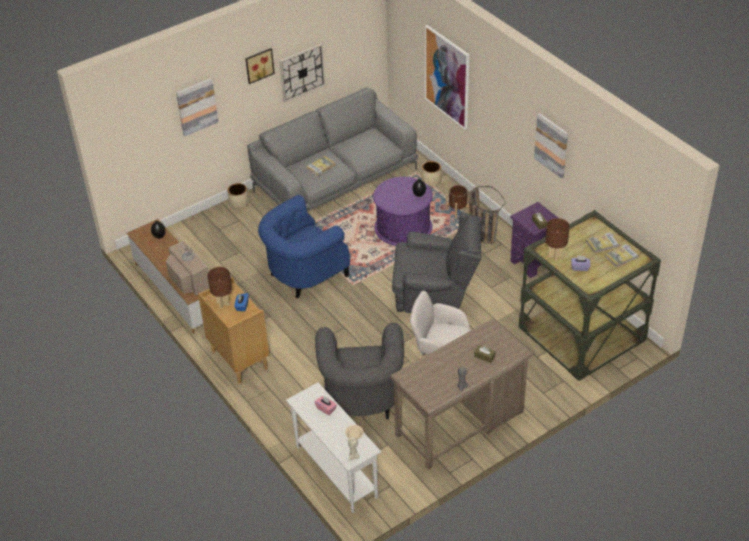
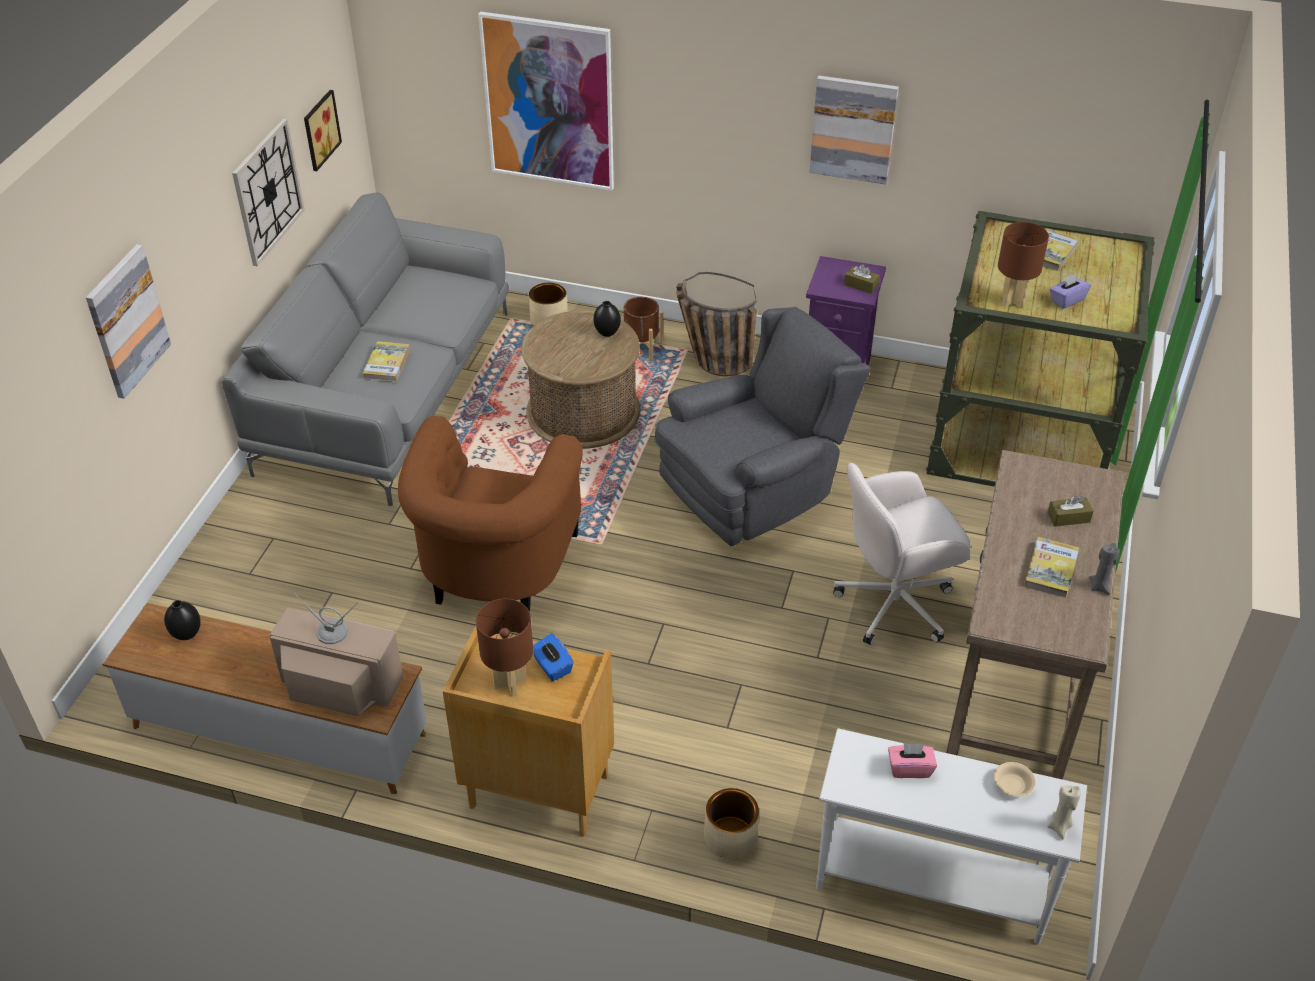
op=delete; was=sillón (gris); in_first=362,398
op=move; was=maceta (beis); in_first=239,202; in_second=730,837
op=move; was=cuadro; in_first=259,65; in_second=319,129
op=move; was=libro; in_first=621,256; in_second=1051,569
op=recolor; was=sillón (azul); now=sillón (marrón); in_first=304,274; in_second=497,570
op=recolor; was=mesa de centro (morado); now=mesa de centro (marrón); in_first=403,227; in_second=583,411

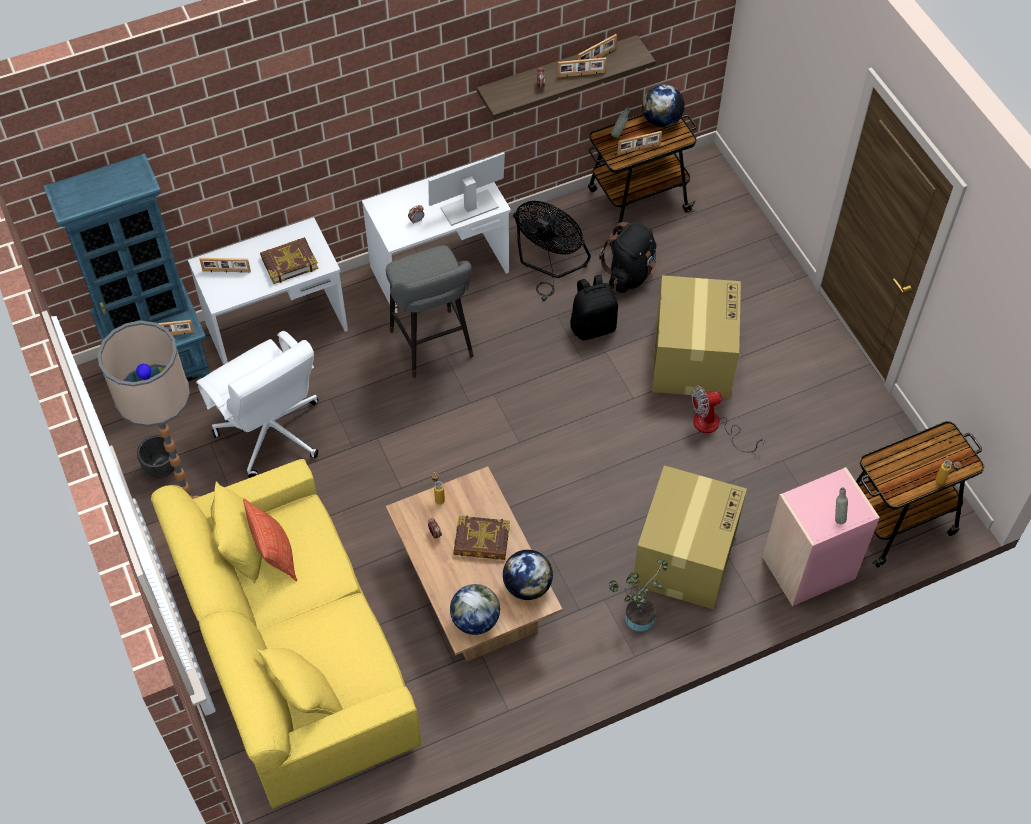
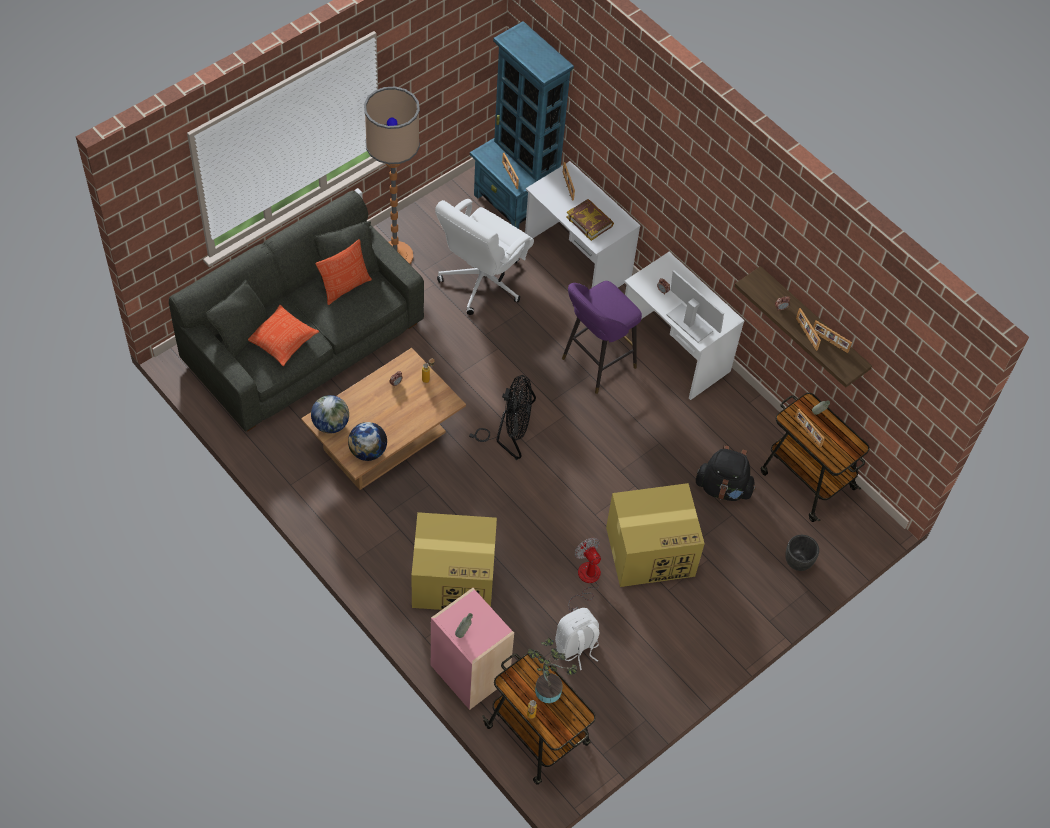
op=delete; was=libro; in_first=481,541
op=delete; was=mochila (negro); in_first=593,326
op=delete; was=globo terráqueo; in_first=661,121
op=insert; now=cojín (naranja); in_second=282,340
op=insert; now=mochila (blanco); in_second=576,647
op=move; was=maceta (negro); in_first=162,469; in_second=798,562
op=move; was=ventilador (negro); in_first=547,264; in_second=509,431
op=move; was=planta en maceta; in_first=635,617; in_second=547,687
op=recolor; was=sofá (amarillo); now=sofá (gris); in_first=296,652; in_second=304,344
op=recolor; was=taburete (gris); now=taburete (morado); in_first=433,347; in_second=595,365

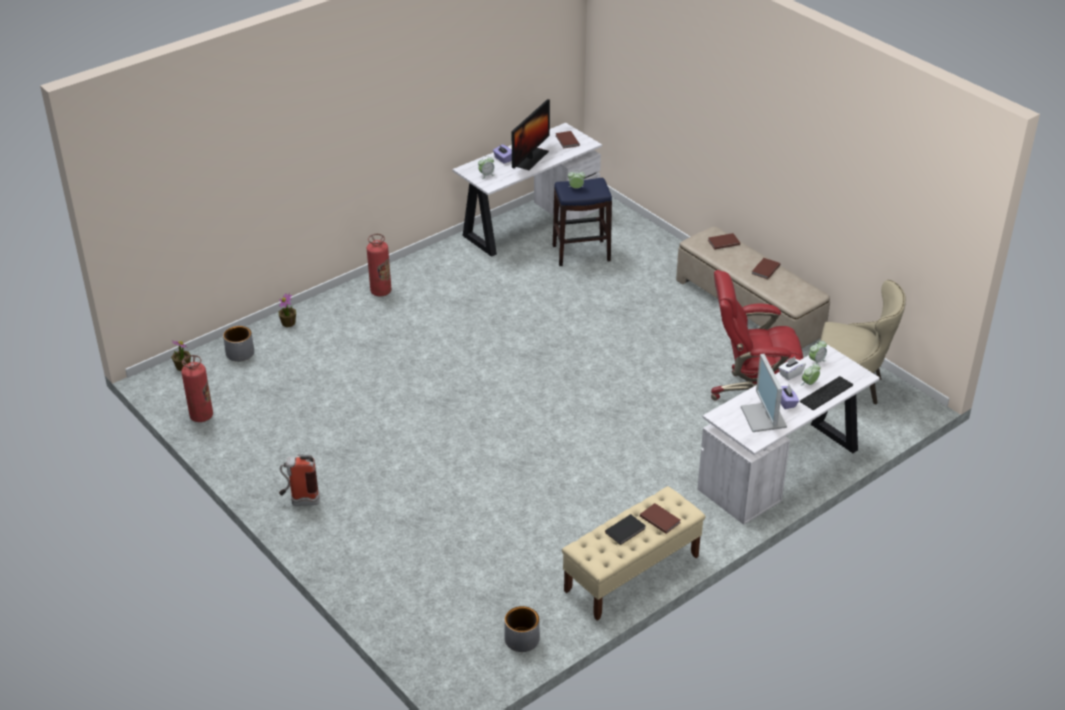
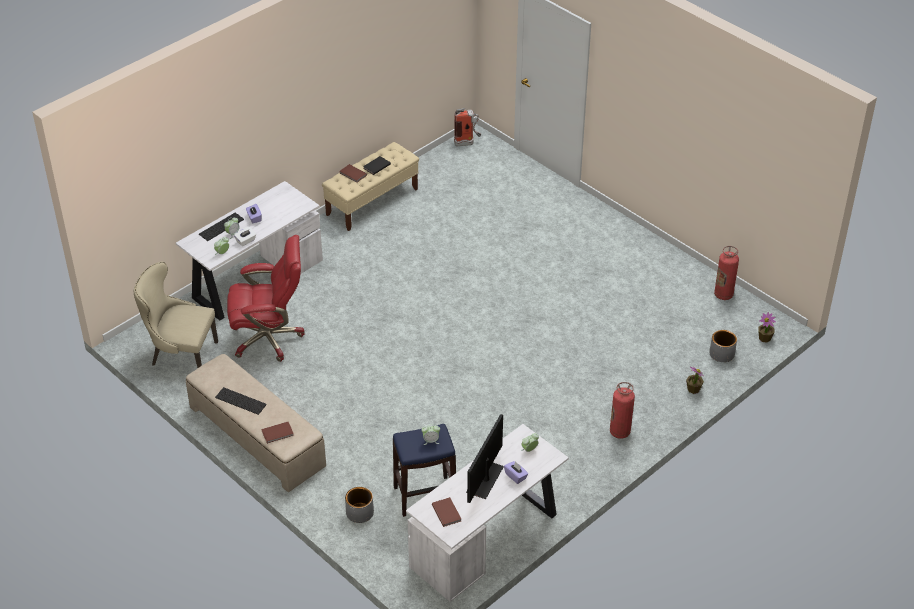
op=delete; was=monitor; in_first=764,417
op=move; was=extintor; in_first=300,502; in_second=467,143
op=move; was=maceta (gris); in_first=522,640; in_second=359,513
op=replace; was=libro (marrón); now=teclado; in_first=764,269; in_second=241,400

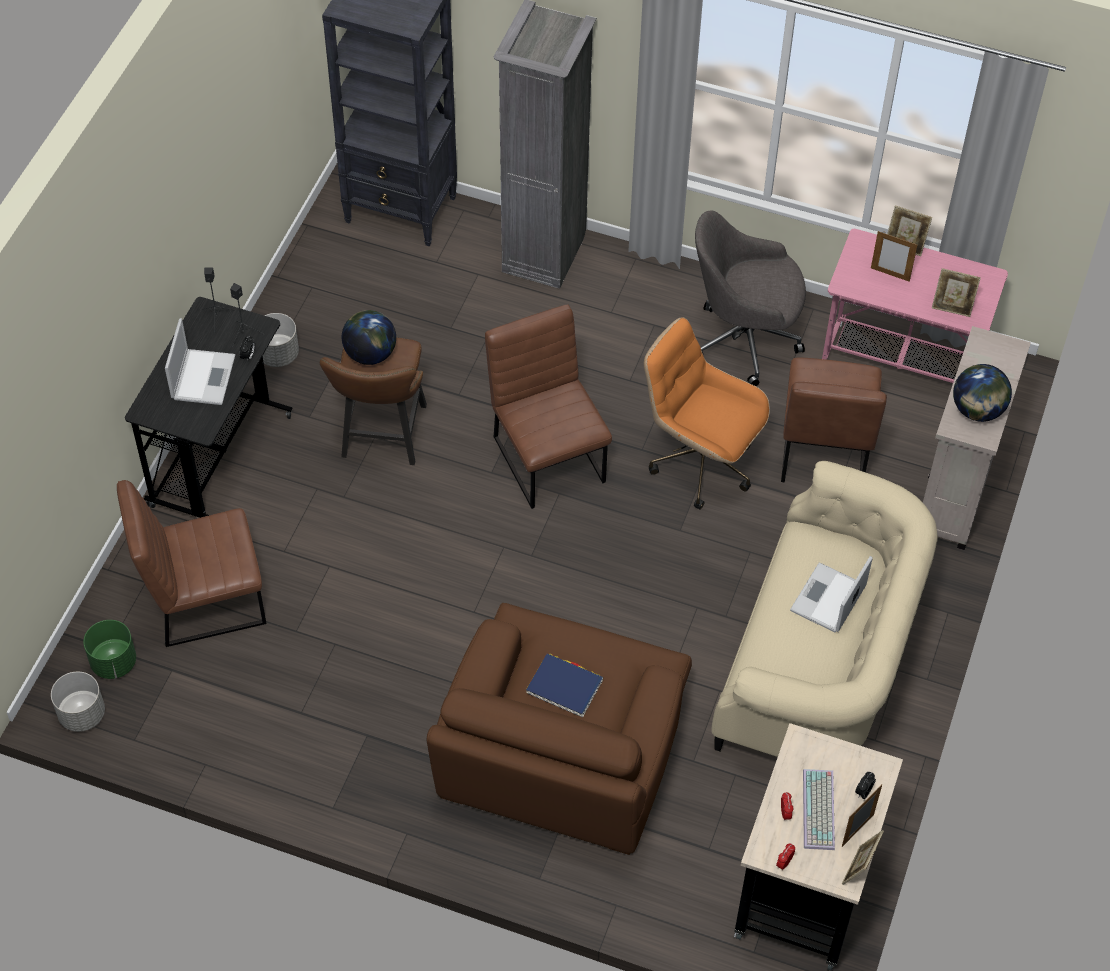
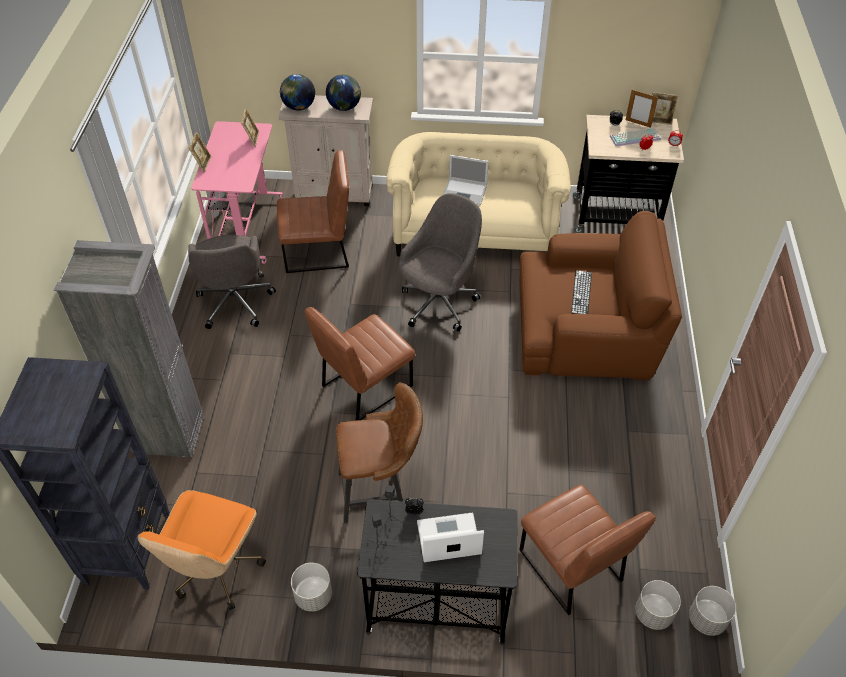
op=delete; was=portarretratos; in_first=890,274
op=insert; now=silla de oficina (gris); in_second=439,303
op=move; was=globo terráqueo; in_first=370,354; in_second=299,107
op=move; was=silla de oficina (naranja); in_first=699,463; in_second=217,573
op=replace; was=libro (azul); now=teclado; in_first=564,687; in_second=581,292
op=recolor; was=maceta (verde); now=maceta (gris); in_first=114,662; in_second=653,613

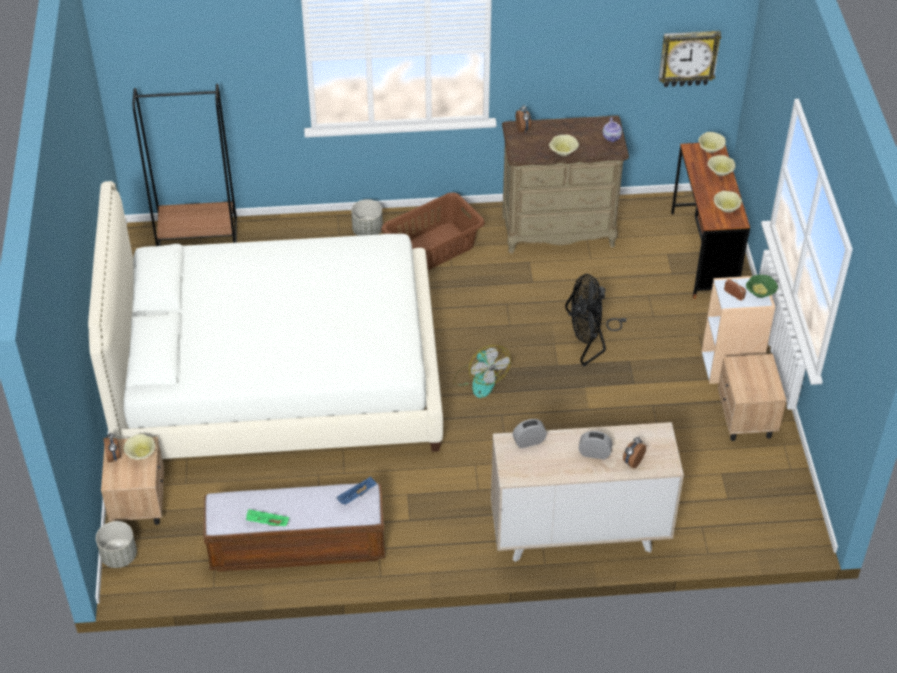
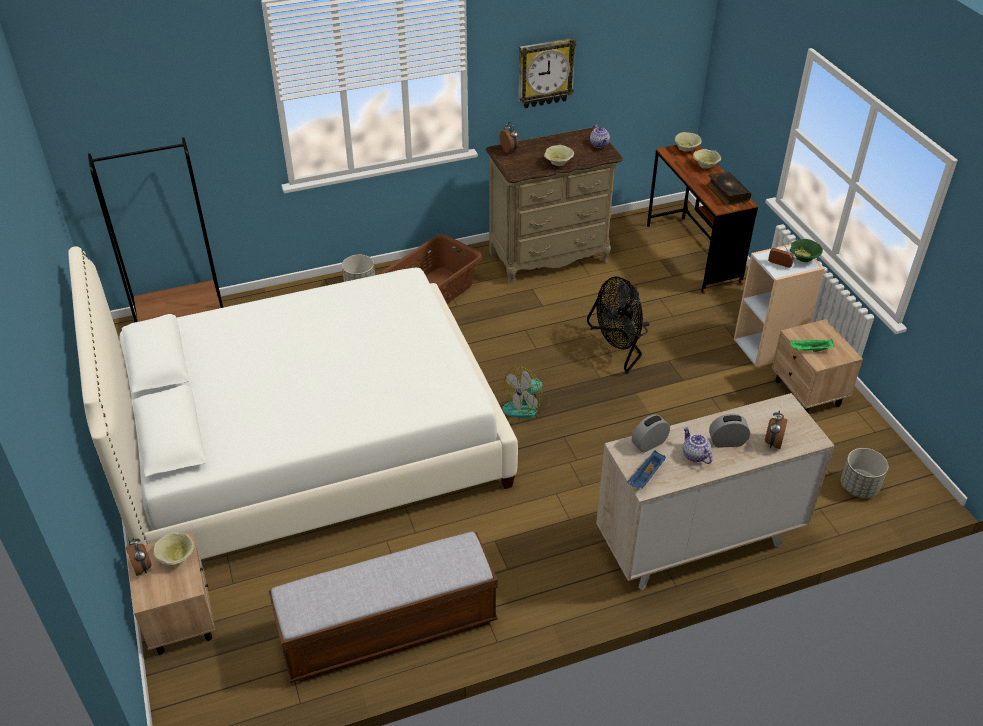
op=insert; now=tetera; in_second=694,455
op=move; was=maceta (gris); in_first=119,556; in_second=858,487
op=move; was=bandeja (verde); in_first=267,523; in_second=810,350
op=move; was=bandeja (azul); in_first=356,496; in_second=646,477
op=move; was=reloj de pared; in_first=688,57; in_second=545,72
op=replace; was=cuenco (beis); now=libro; in_first=726,208; in_second=727,193
op=rotate; was=ventilador; in_first=480,379; in_second=527,406; clockwise=90

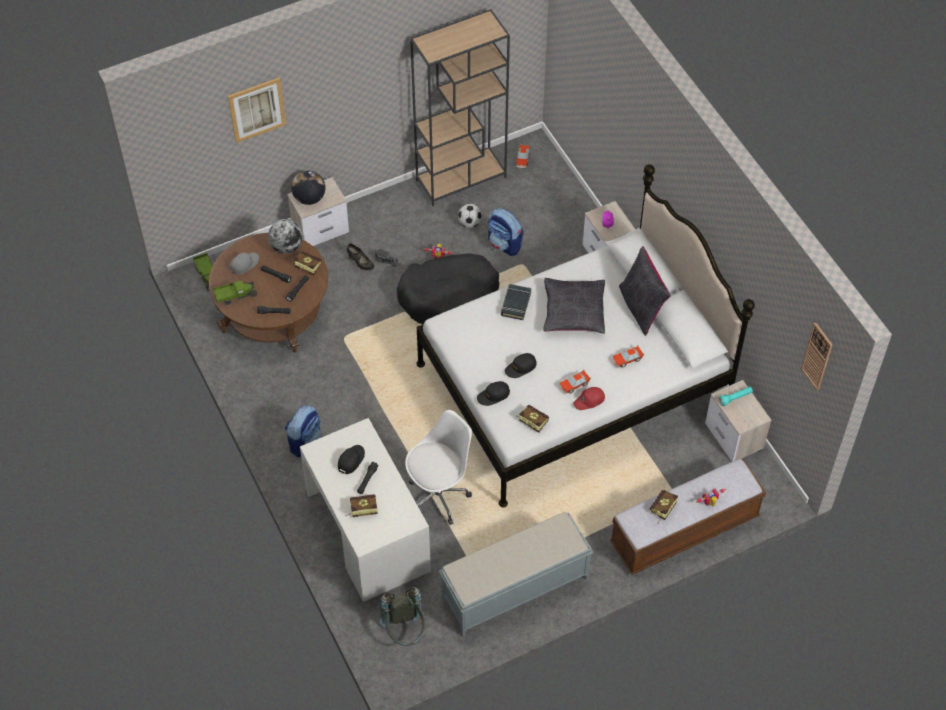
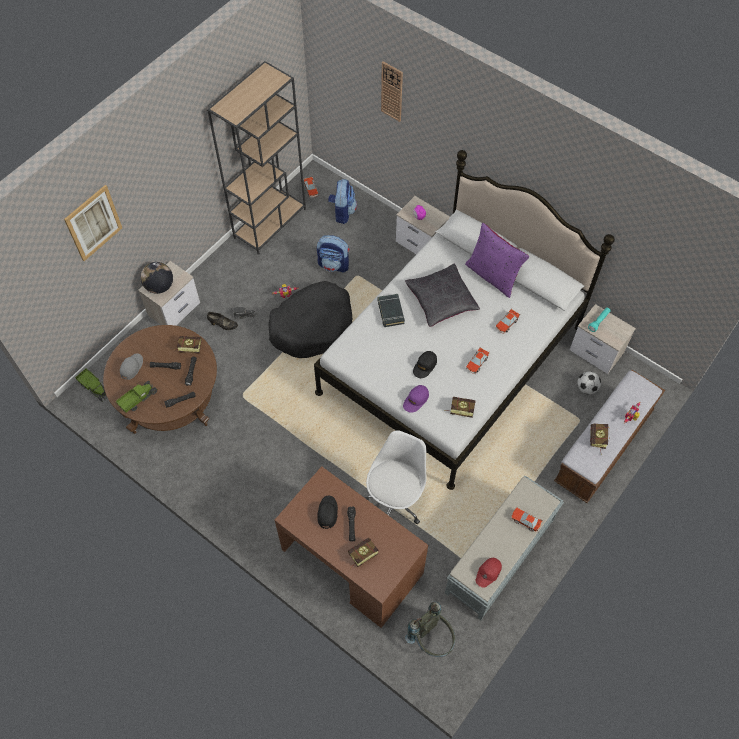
op=delete; was=globo terráqueo; in_first=287,247
op=insert; now=coche de juguete; in_second=525,521
op=move; was=mochila; in_first=305,441; in_second=342,212
op=move; was=balón de fútbol; in_first=470,223; in_second=586,388
op=move; was=gorra (rojo); in_first=589,400; in_second=488,573
op=move; was=reloj de pared; in_first=817,356; in_second=392,91
op=recolor; was=escritorio (blanco); now=escritorio (marrón); in_first=368,532; in_second=352,561
op=recolor; was=gorra (negro); now=gorra (morado); in_first=493,395; in_second=416,400
op=recolor; was=cojín (negro); now=cojín (morado); in_first=641,308; in_second=493,275

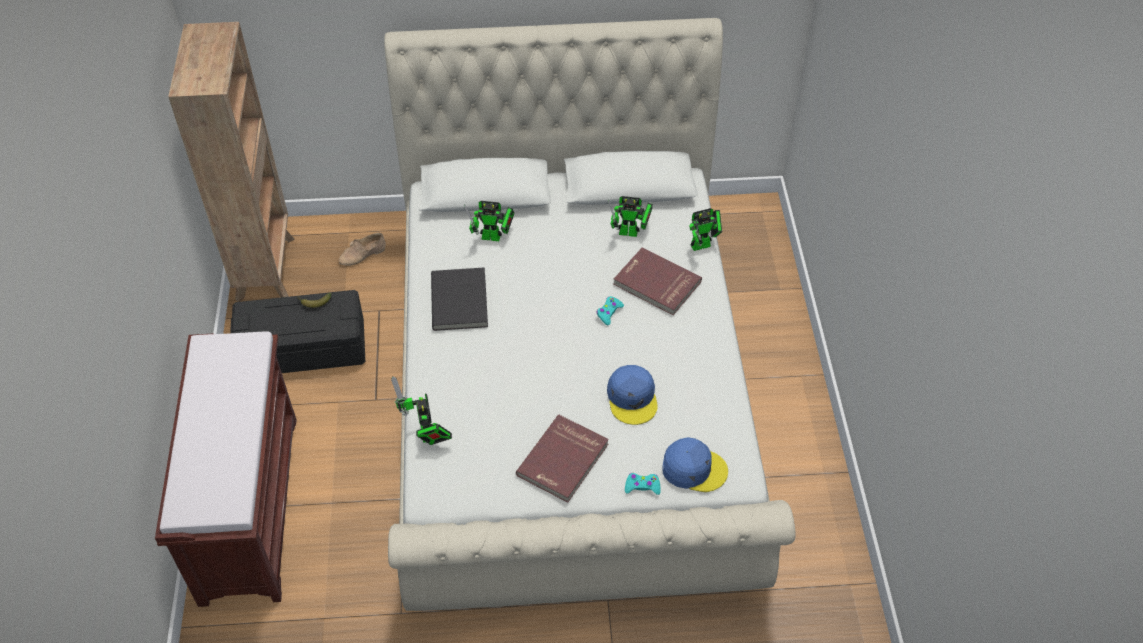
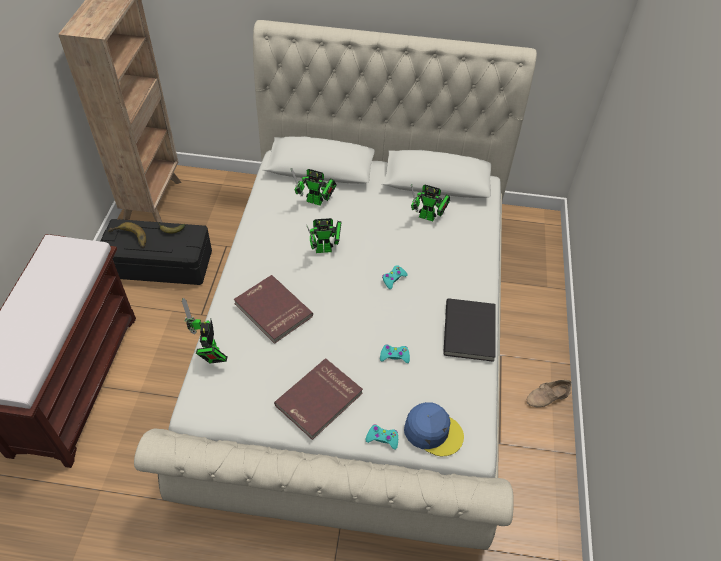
op=insert; now=plátano; in_second=129,239
op=move; was=zapato (beis); in_first=363,255; in_second=548,397
op=move; was=libro (negro); in_first=461,301; in_second=470,331
op=move; was=libro (rojo); in_first=656,284; in_second=272,311
op=move; was=robot de juguete; in_first=703,245; in_second=326,249
op=replace; was=gorra (azul); now=mando de consola (turquesa); in_first=632,398; in_second=394,356

